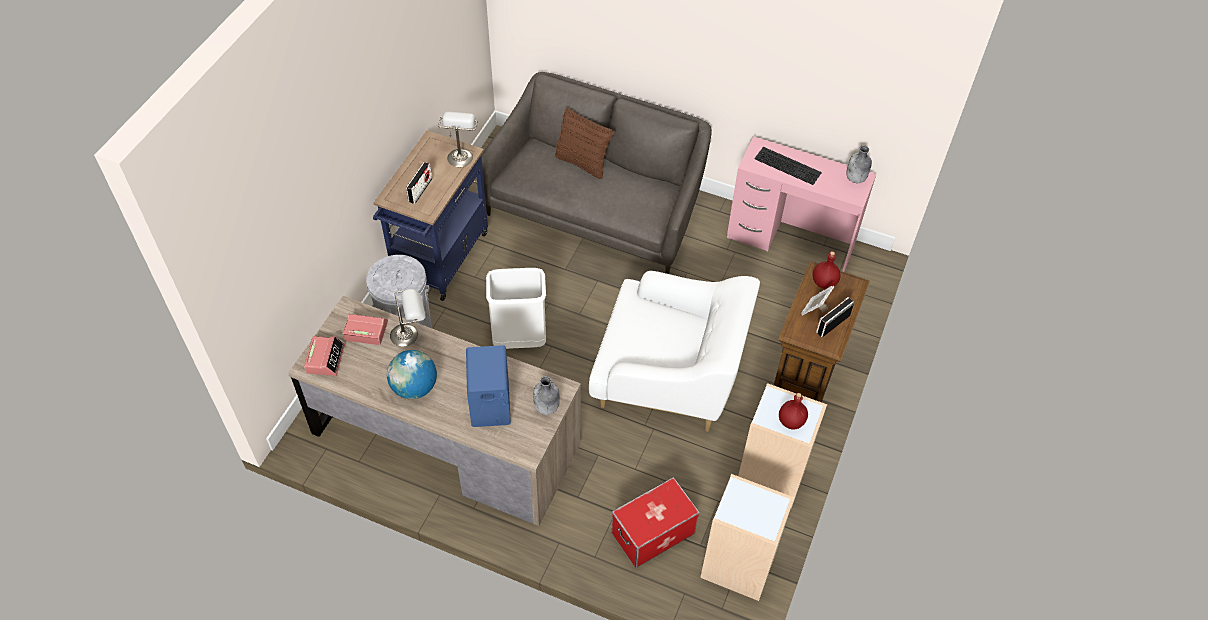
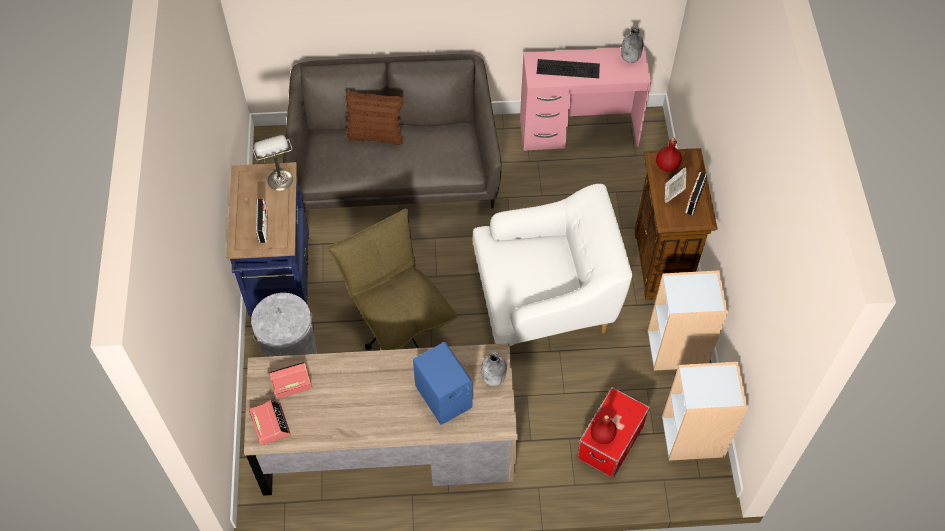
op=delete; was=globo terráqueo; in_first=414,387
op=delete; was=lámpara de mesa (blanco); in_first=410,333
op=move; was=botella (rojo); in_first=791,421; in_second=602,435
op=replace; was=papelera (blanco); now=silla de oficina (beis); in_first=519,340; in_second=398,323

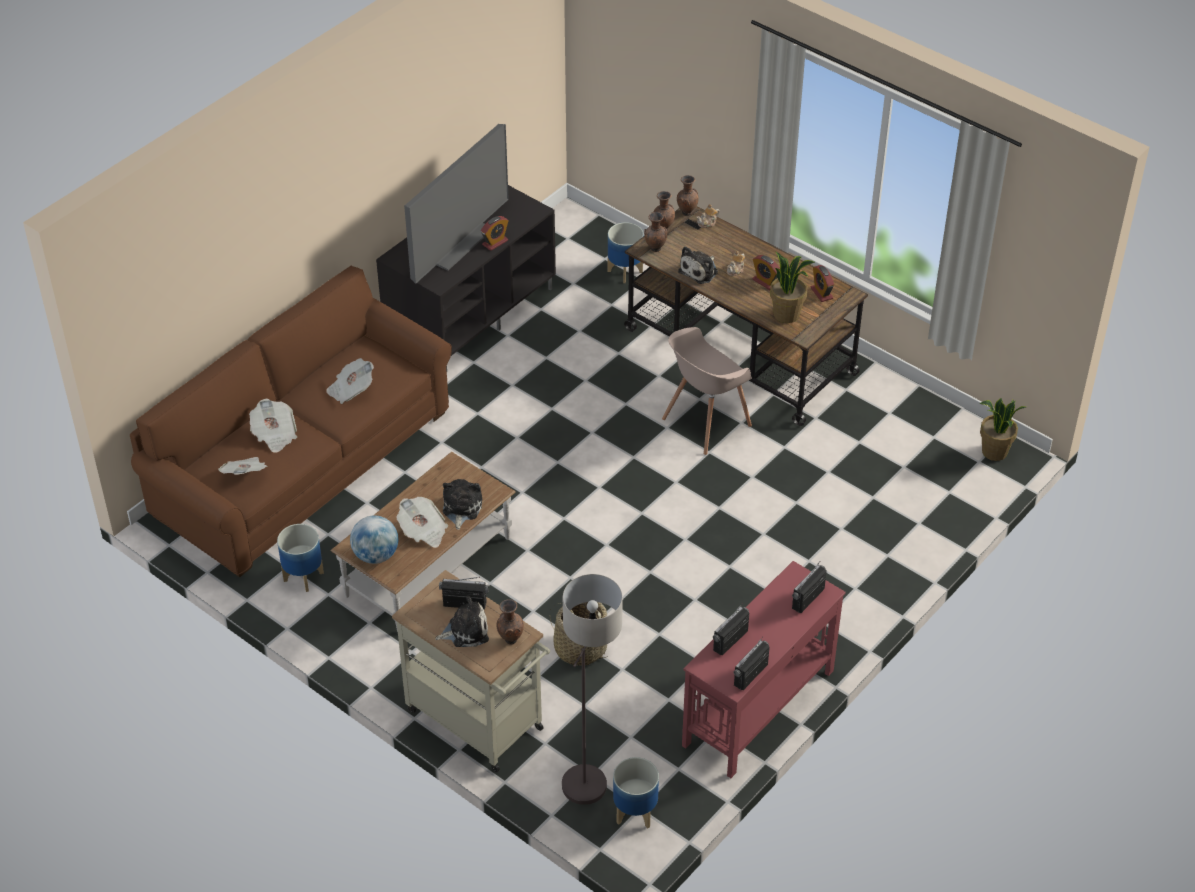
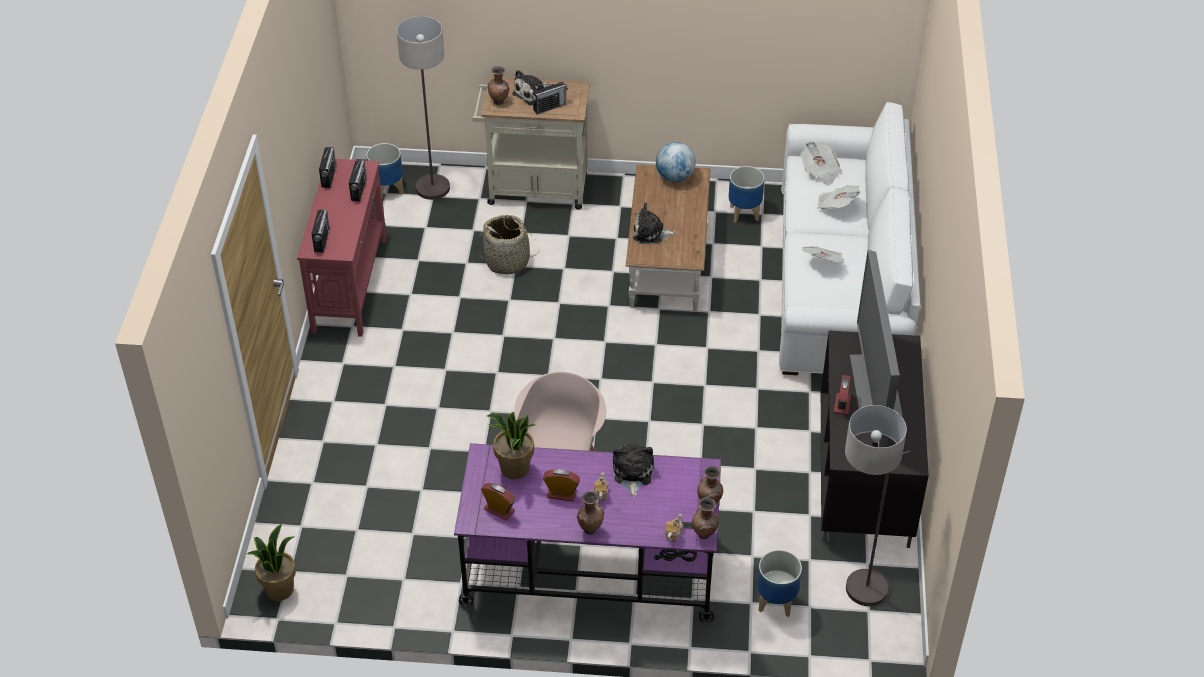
op=delete; was=periódico; in_first=423,531
op=insert; now=lámpara de pie (gris); in_second=855,593
op=move; was=florero (marrón); in_first=655,249; in_second=590,529
op=recolor; was=sofá (marrón); now=sofá (blanco); in_first=302,463; in_second=841,282
op=recolor; was=escritorio (marrón); now=escritorio (morado); in_first=739,351; in_second=591,570
op=rotate; was=peluche; in_first=461,508; in_second=651,233; clockwise=120

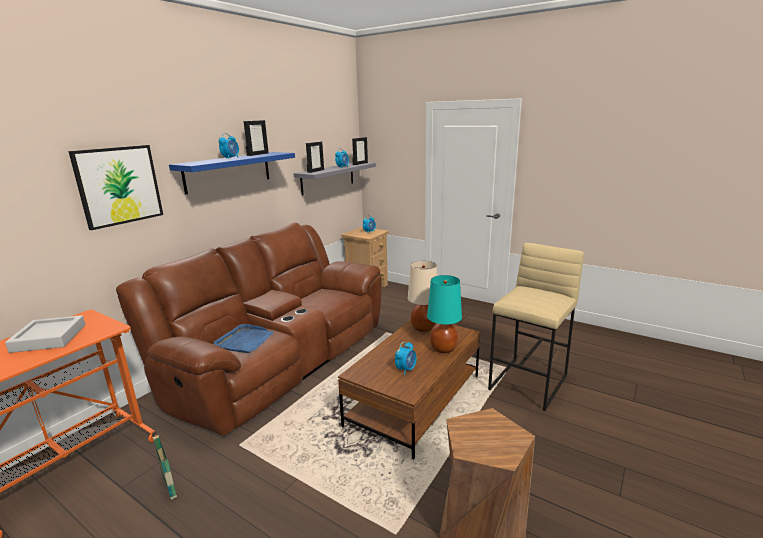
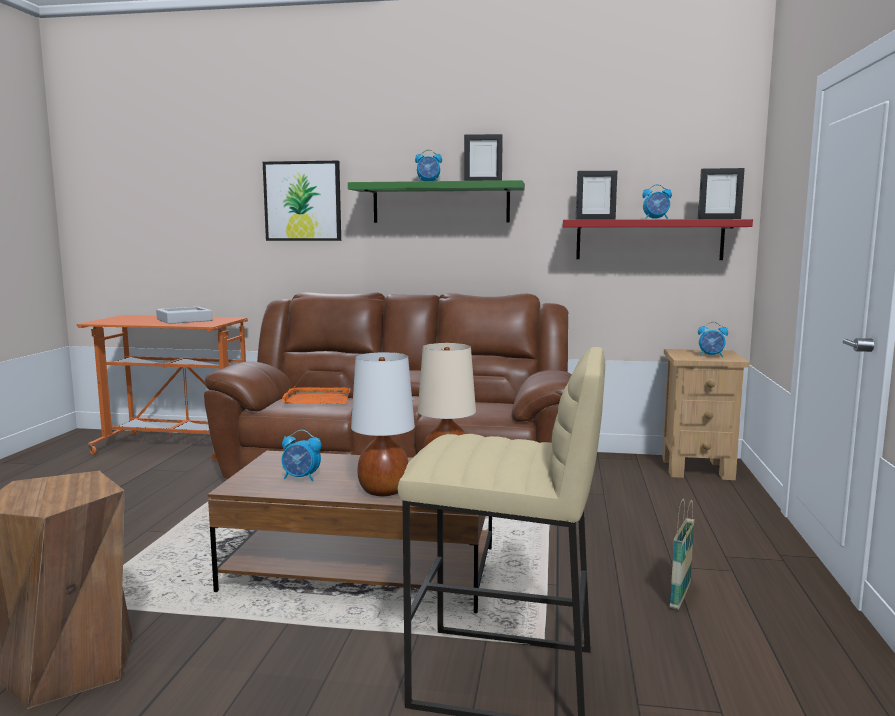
op=move; was=cesta; in_first=169,485; in_second=680,596
op=recolor; was=estante (azul); now=estante (verde); in_first=228,171; in_second=441,203
op=recolor; was=bandeja (azul); now=bandeja (naranja); in_first=244,341; in_second=316,399
op=recolor; was=estante (gris); now=estante (rojo); in_first=328,178; in_second=649,240
op=recolor; was=lámpara de mesa (turquesa); now=lámpara de mesa (blanco); in_first=443,349; in_second=383,491

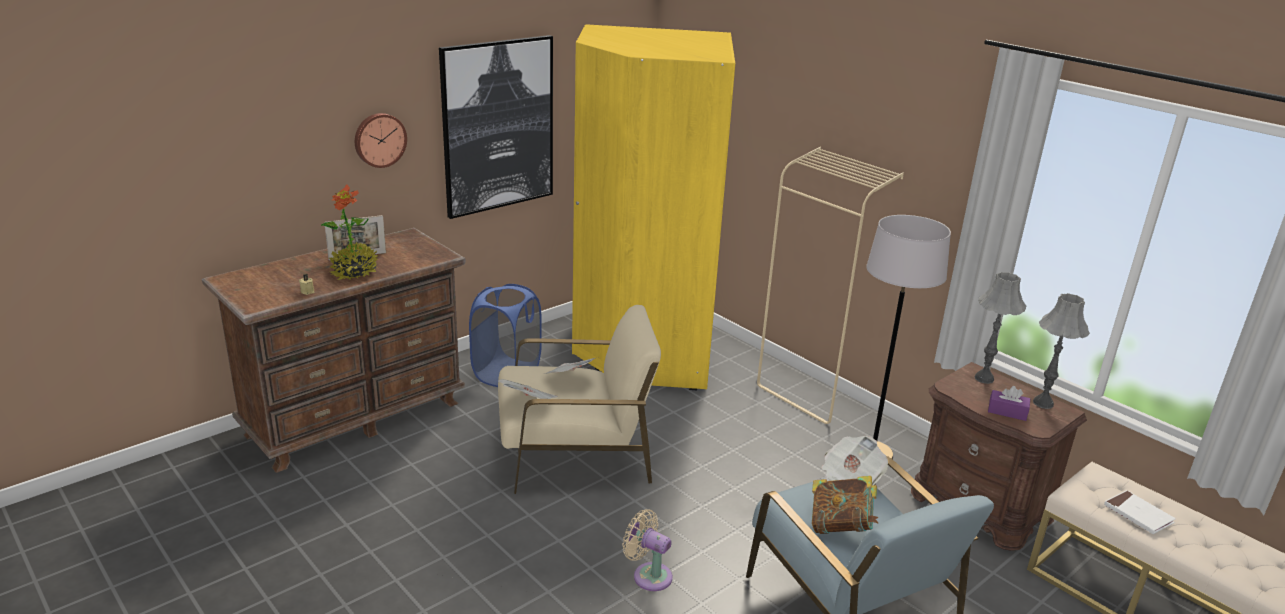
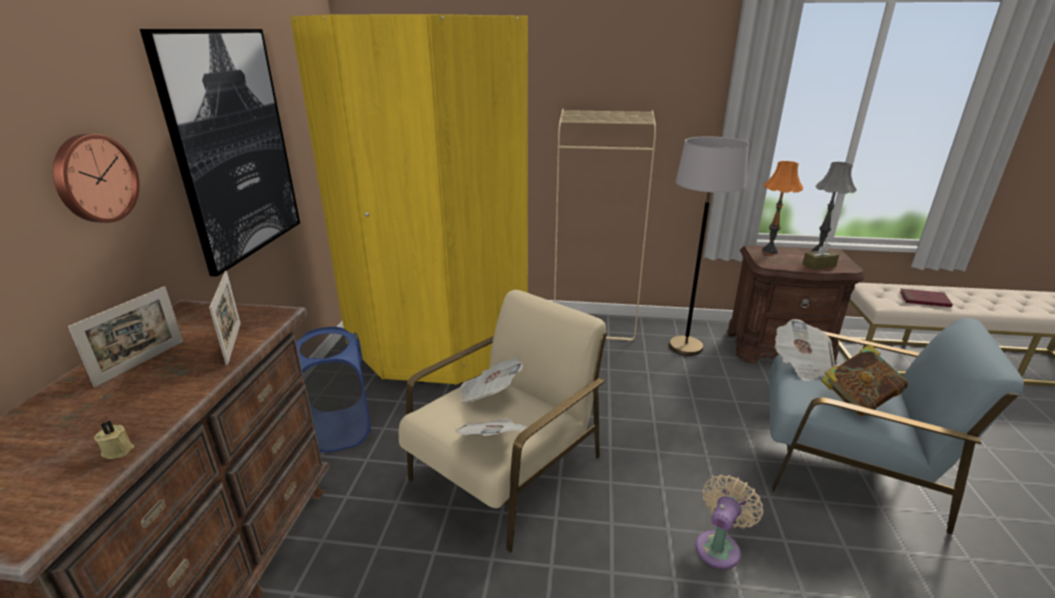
op=delete; was=planta en maceta; in_first=355,272
op=insert; now=portarretratos; in_second=233,343
op=recolor; was=lámpara de mesa (gris); now=lámpara de mesa (naranja); in_first=984,378; in_second=769,251
op=recolor; was=caja de pañuelos (morado); now=caja de pañuelos (marrón); in_first=1007,412; in_second=819,265
op=recolor; was=libro (blanco); now=libro (rojo); in_first=1138,514; in_second=924,300
op=rotate; was=ventilador (beis); in_first=649,575; in_second=719,546; clockwise=135

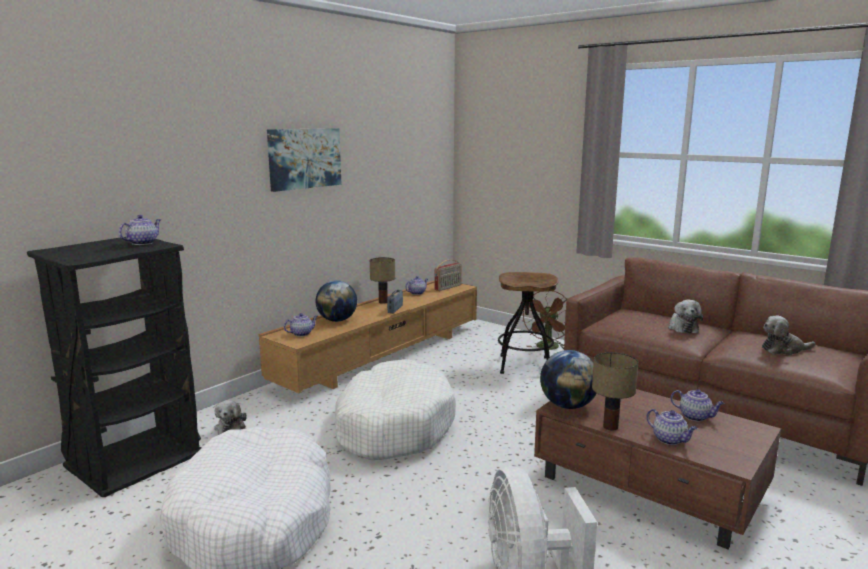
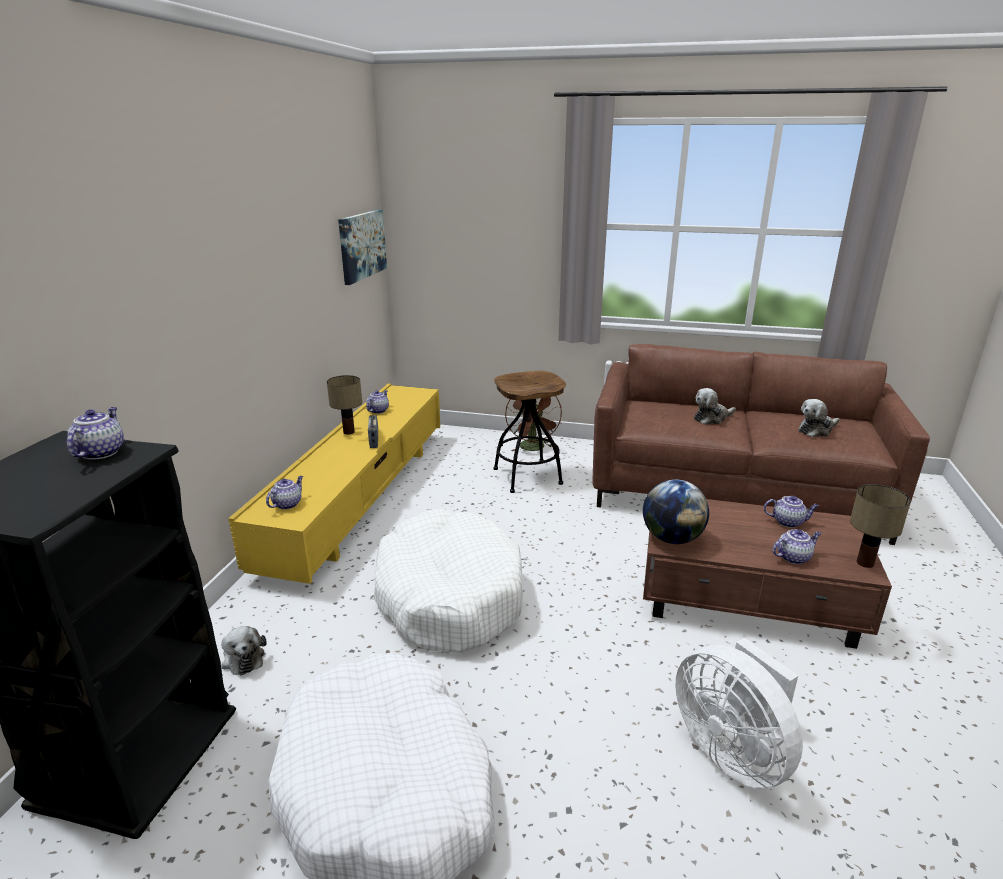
op=delete; was=globo terráqueo; in_first=337,320
op=delete; was=radio; in_first=448,287
op=move; was=cuadro; in_first=304,158; in_second=362,245
op=move; was=lámpara de mesa; in_first=611,427; in_second=866,563
op=recolor; was=mueble de televisión (marrón); now=mueble de televisión (amarillo); in_first=382,355; in_second=359,497
op=rotate; was=tetera; in_first=670,440; in_second=793,557; clockwise=-45
op=rotate; was=peluche; in_first=682,327; in_second=711,418; clockwise=90

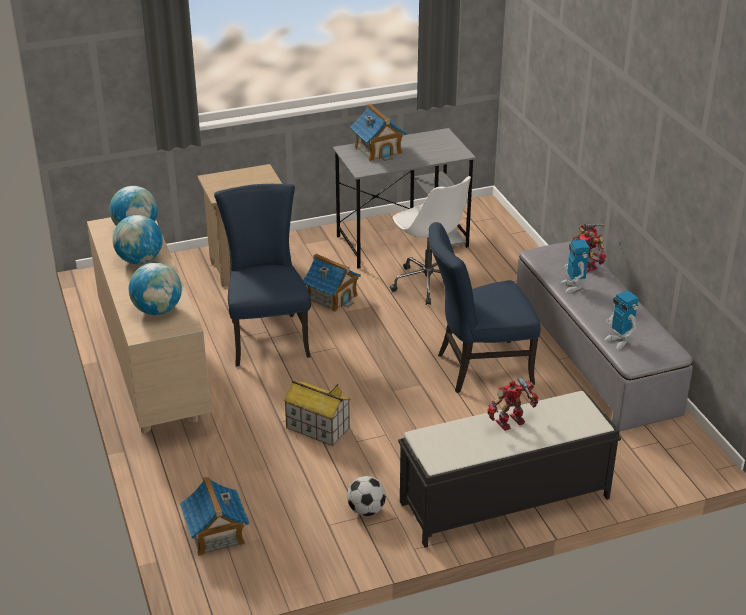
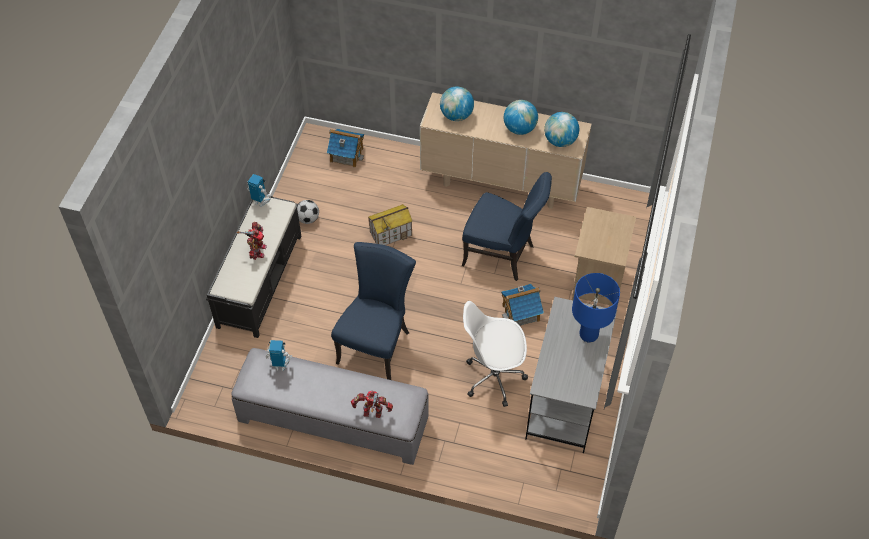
op=move; was=robot de juguete; in_first=572,286; in_second=260,202
op=replace; was=casita; now=lámpara de mesa (azul); in_first=378,150; in_second=589,335

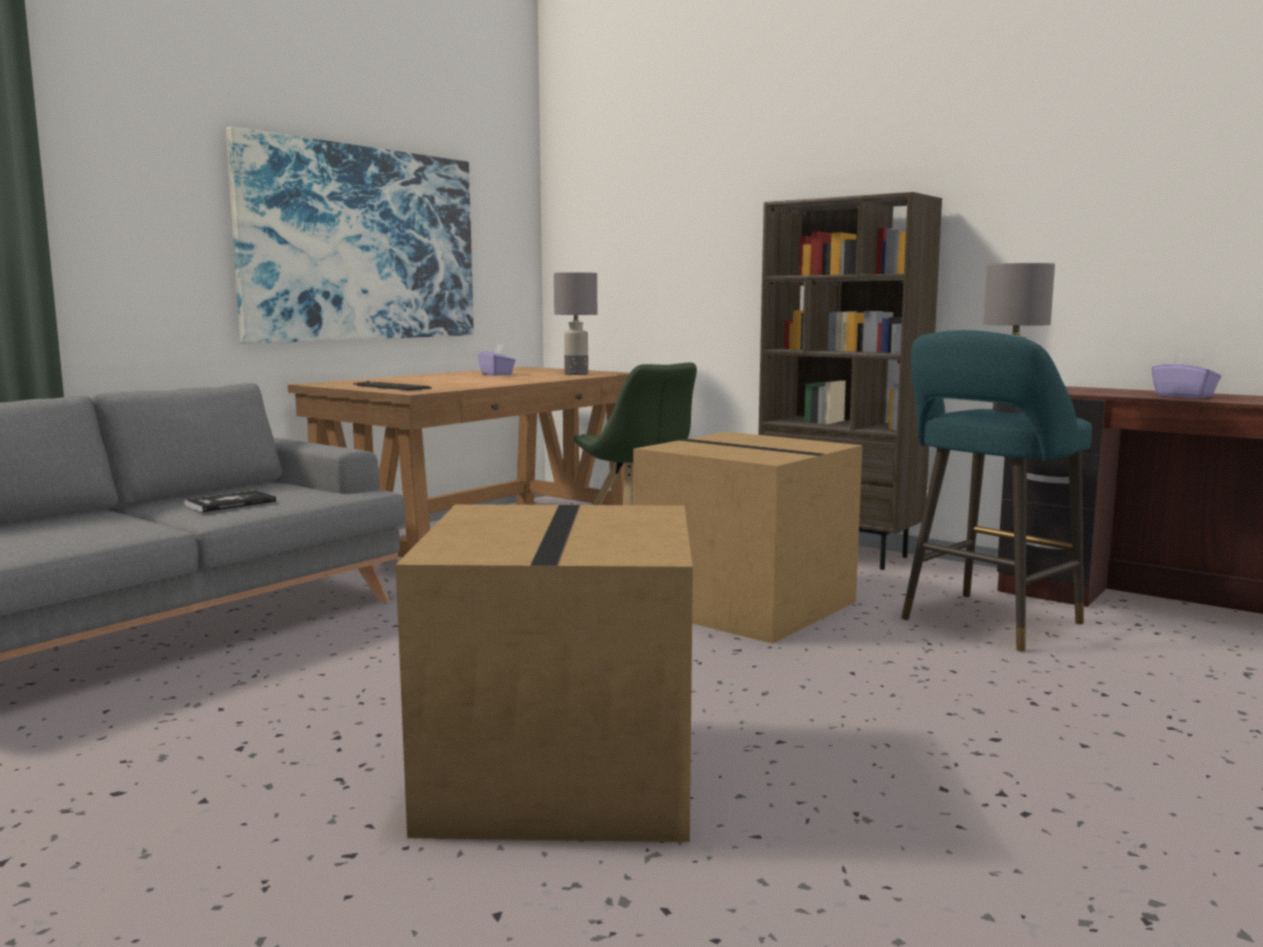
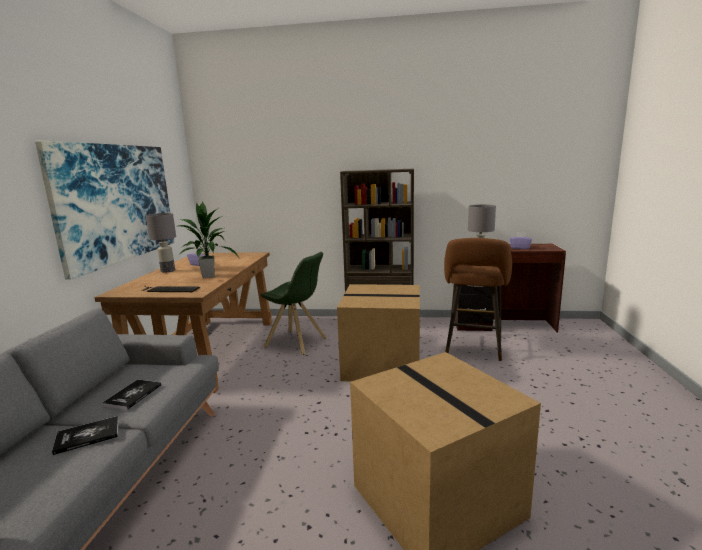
op=insert; now=libro; in_second=87,436
op=insert; now=planta en maceta; in_second=208,276
op=move; was=lámpara de mesa (gris); in_first=575,374; in_second=167,271
op=recolor; was=taburete (turquesa); now=taburete (marrón); in_first=985,623; in_second=473,349

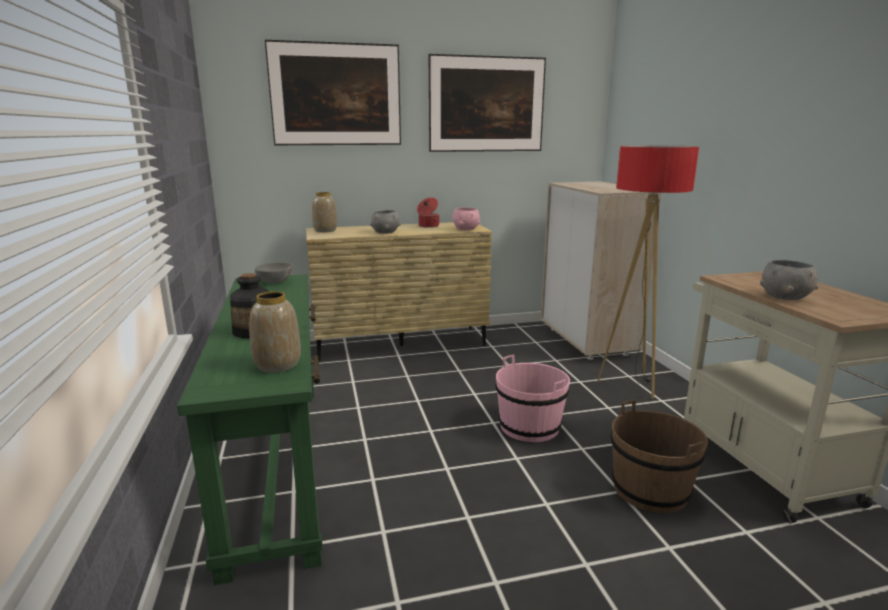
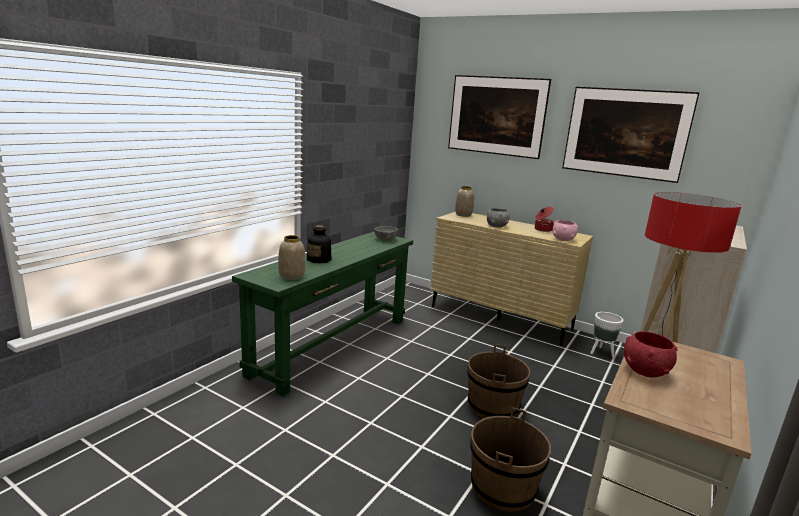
op=insert; now=maceta (blanco); in_second=601,353
op=recolor; was=cubo (rosa); now=cubo (marrón); in_first=529,426; in_second=493,406
op=recolor; was=cuenco (gris); now=cuenco (rojo); in_first=784,297; in_second=644,371

